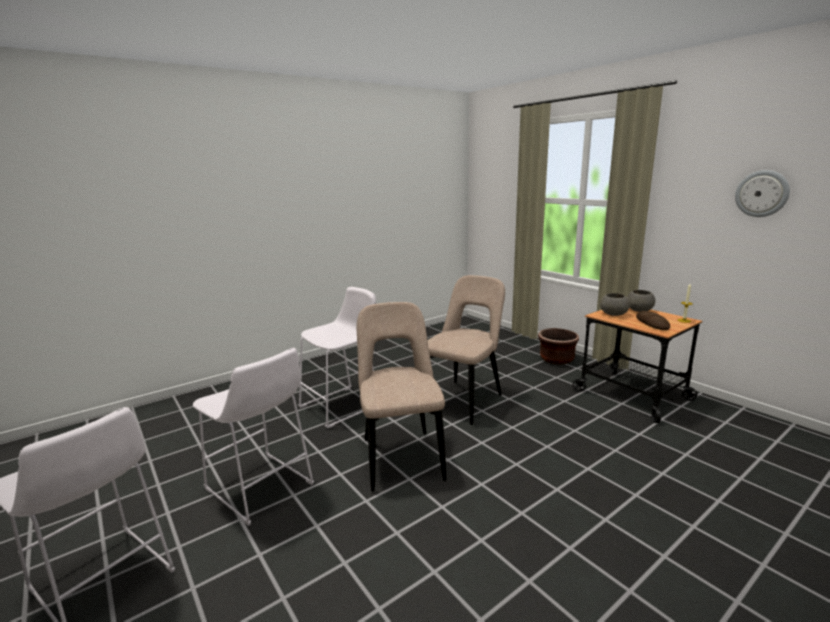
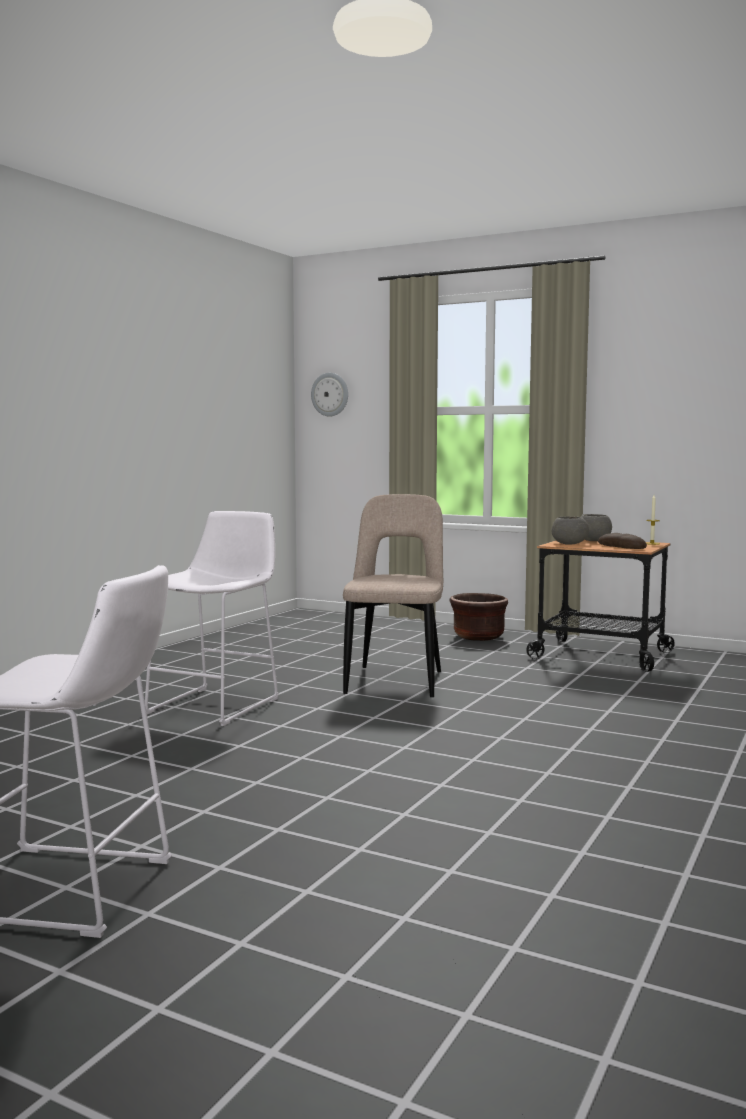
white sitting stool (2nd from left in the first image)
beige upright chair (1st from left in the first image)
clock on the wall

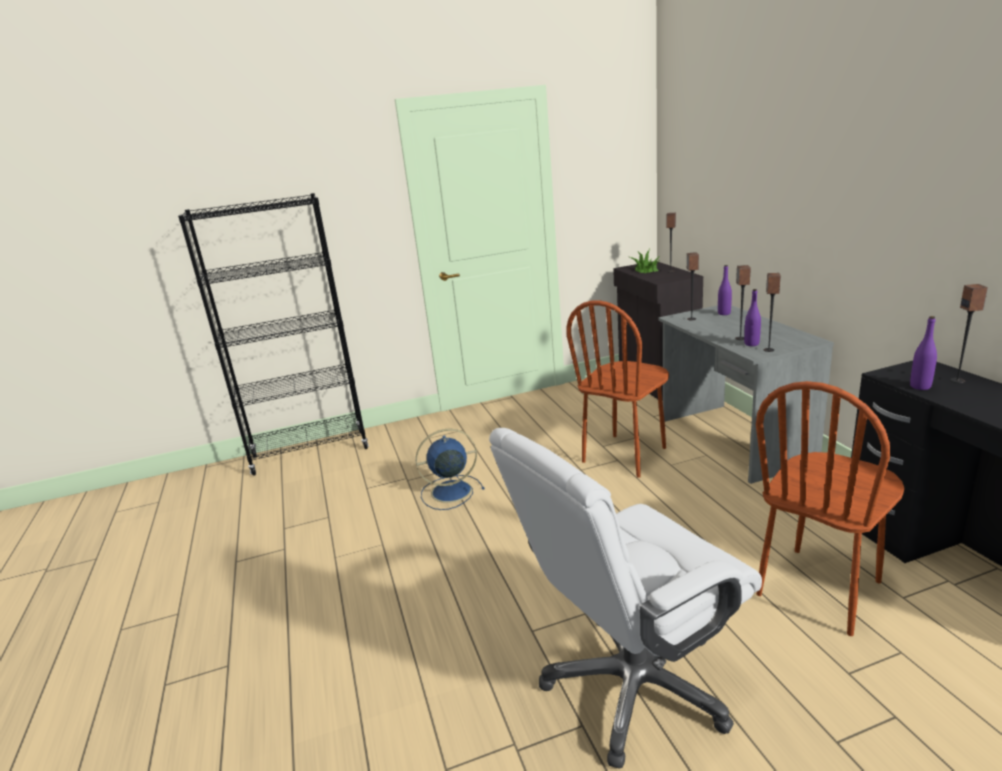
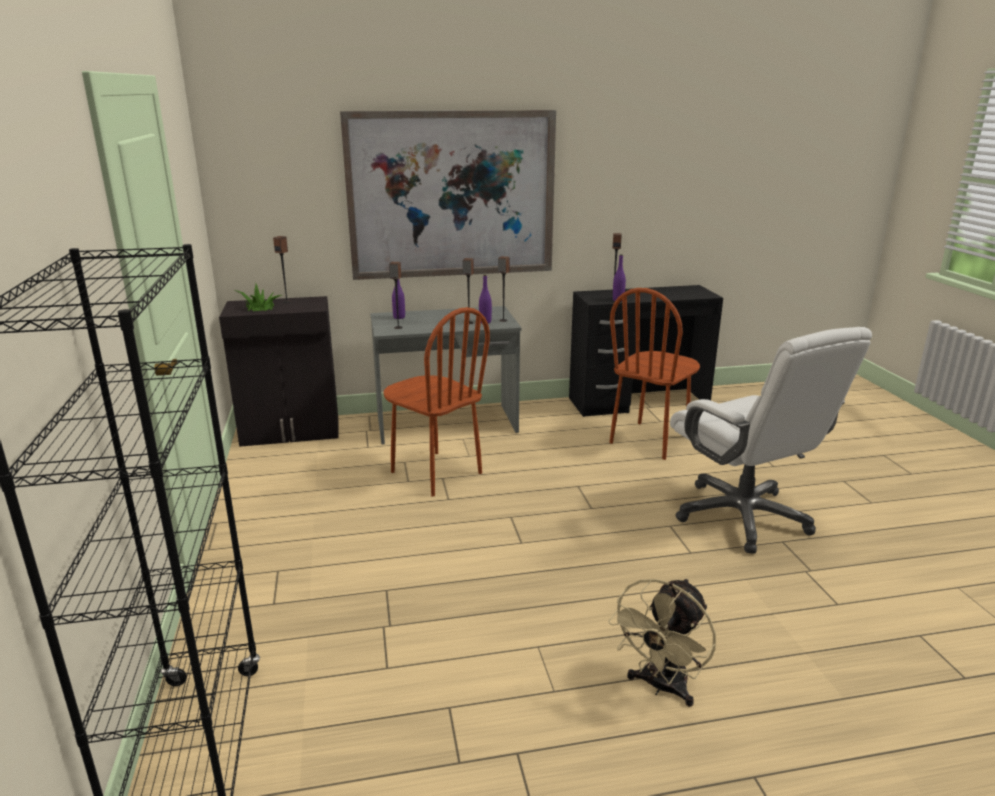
blue electric fan
wall picture
beige electric fan
brown upright chair (2nd from left)

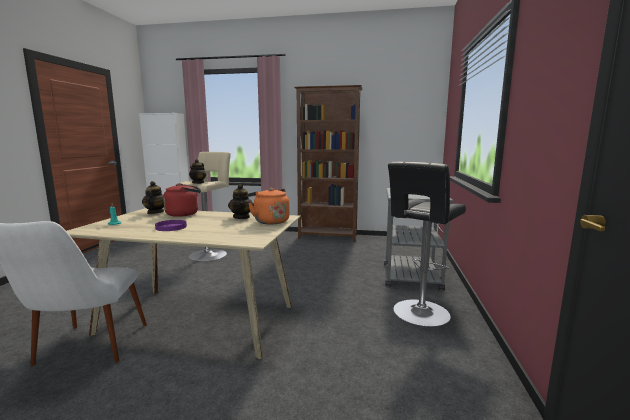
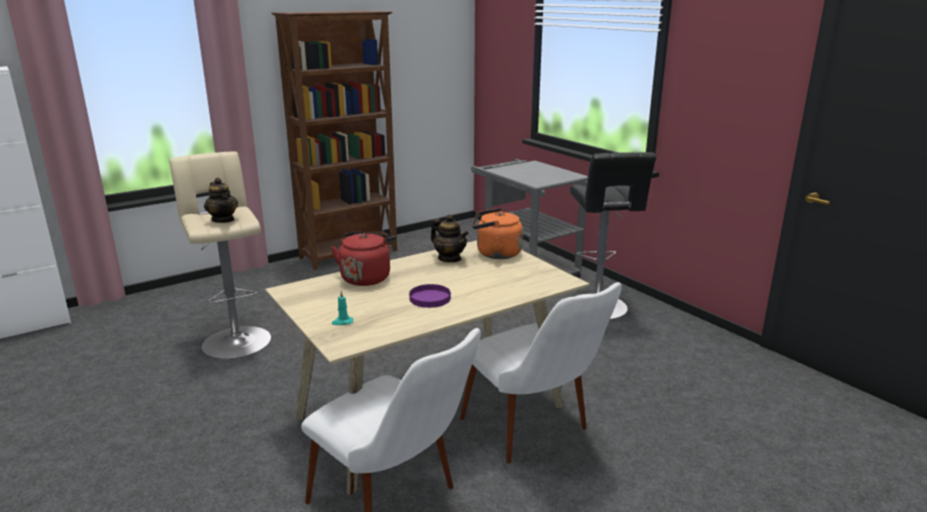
tea pot (1st from left in the first image)
white upright chair (2nd from left)

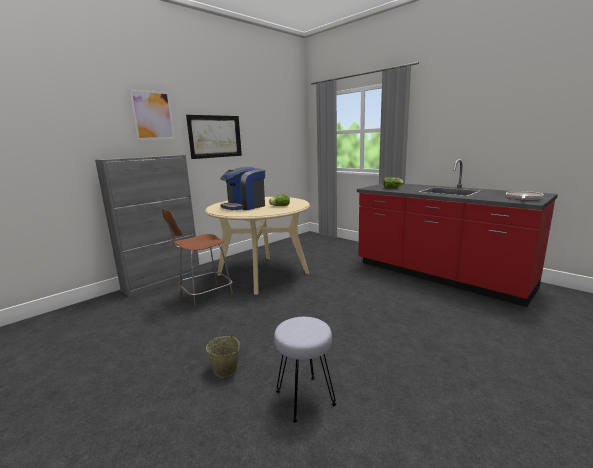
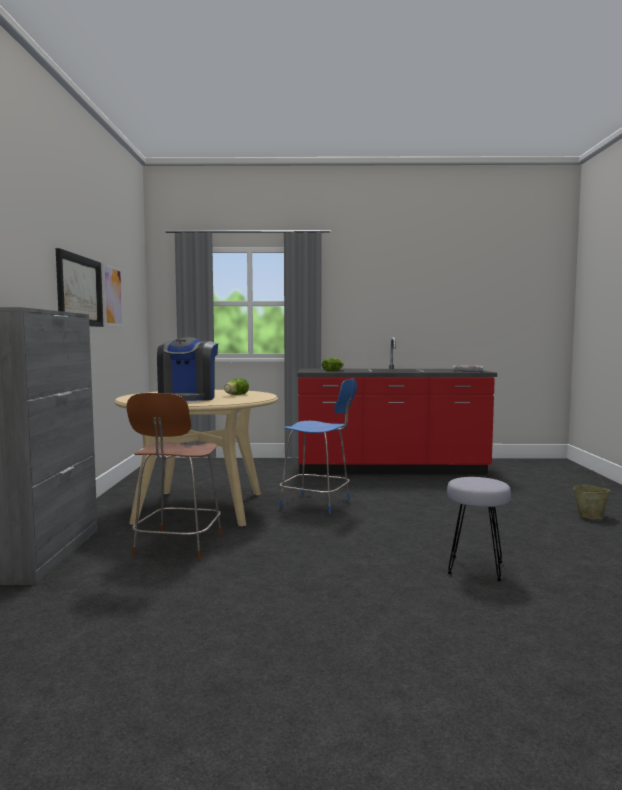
blue upright chair
wall picture (2nd from left)
beige bucket

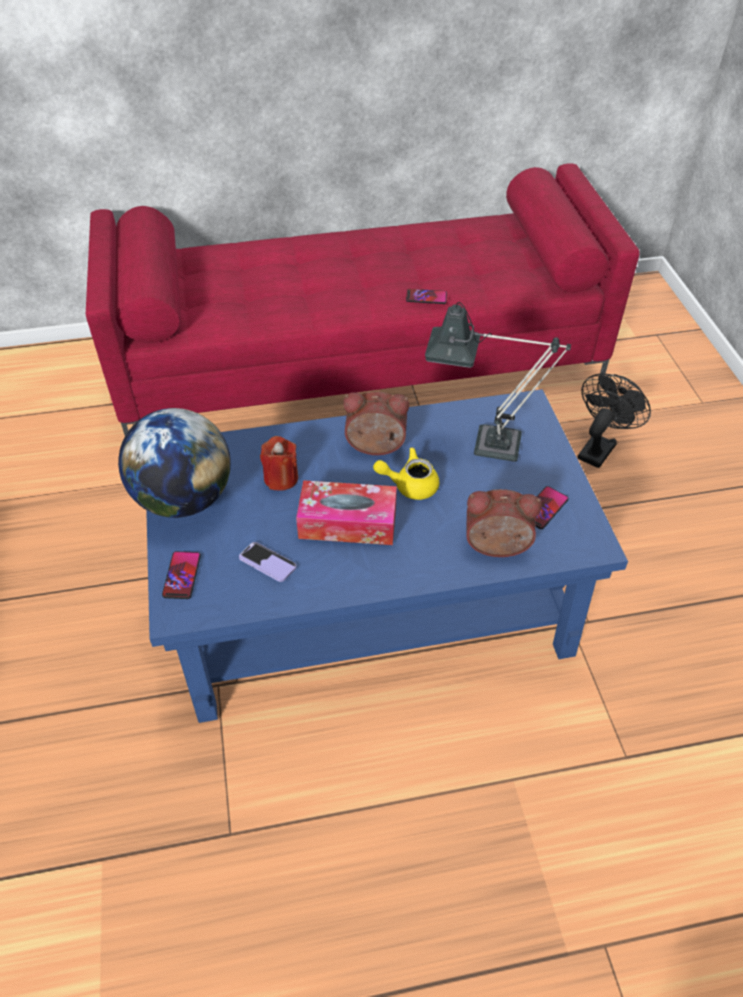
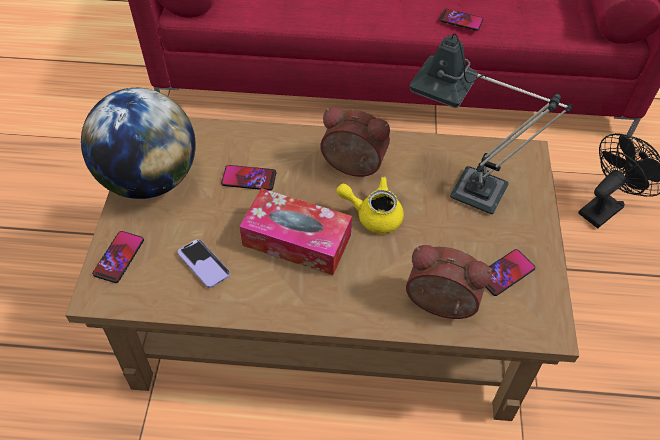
handset (3rd from left)
brown coffee table

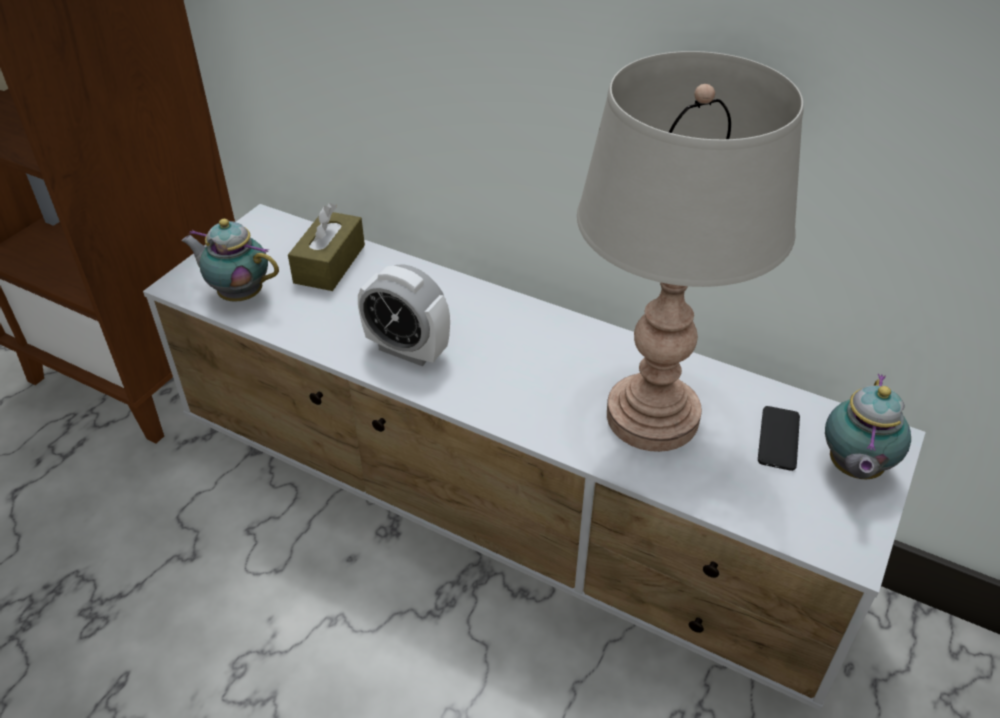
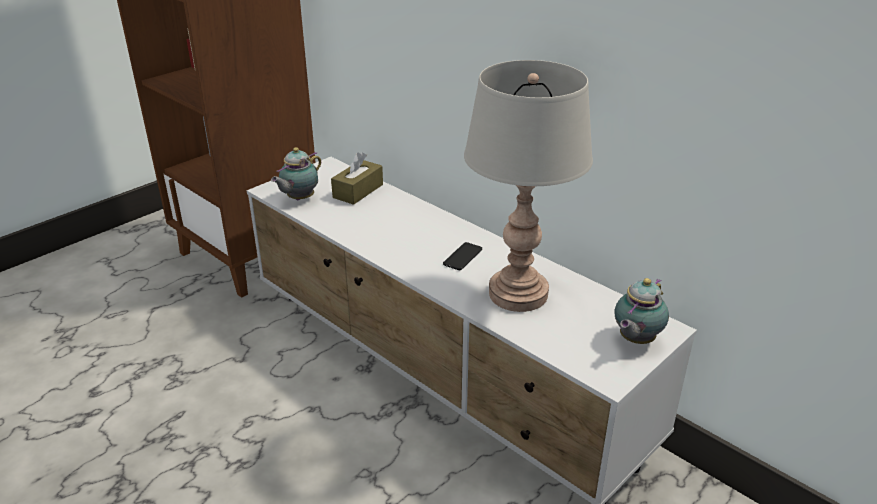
alarm clock
handset
tea pot (1st from left)

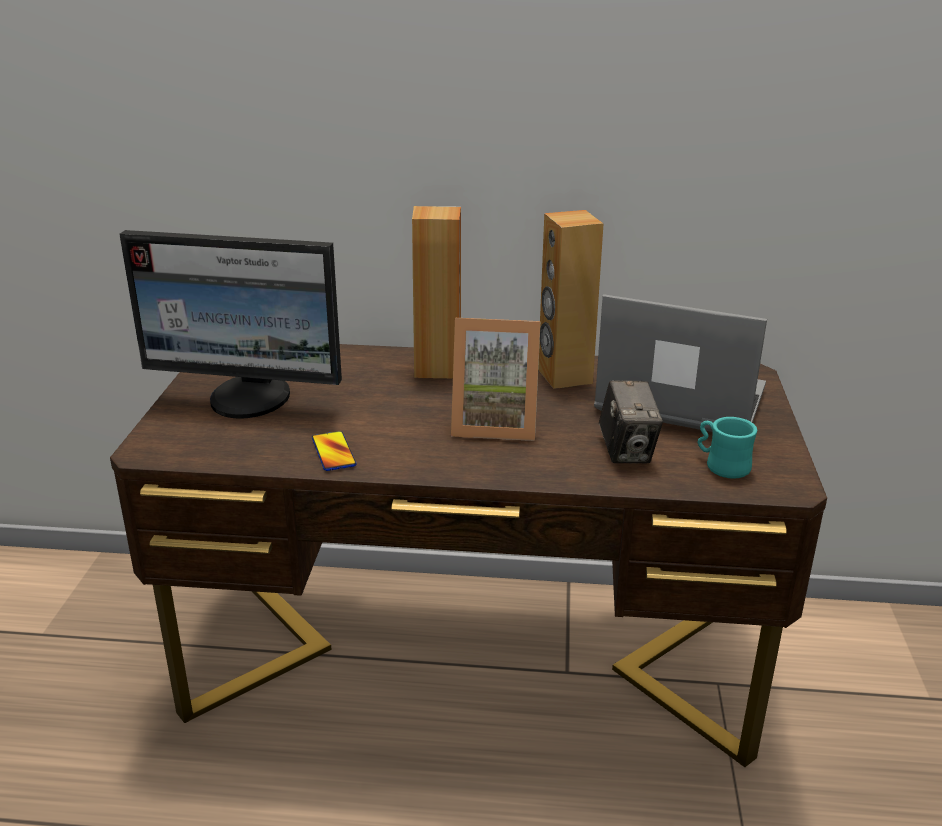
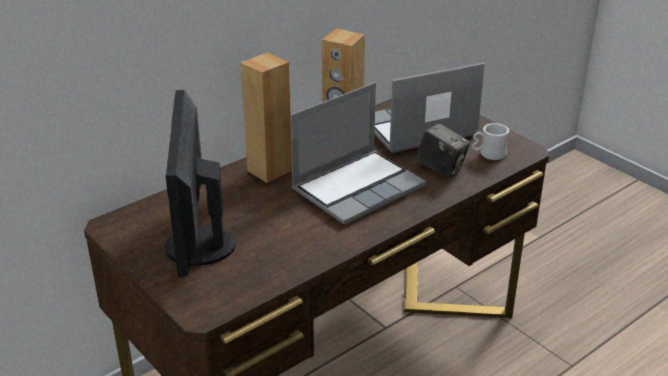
handset
laptop (1st from left)
white coffee mug
computer screen

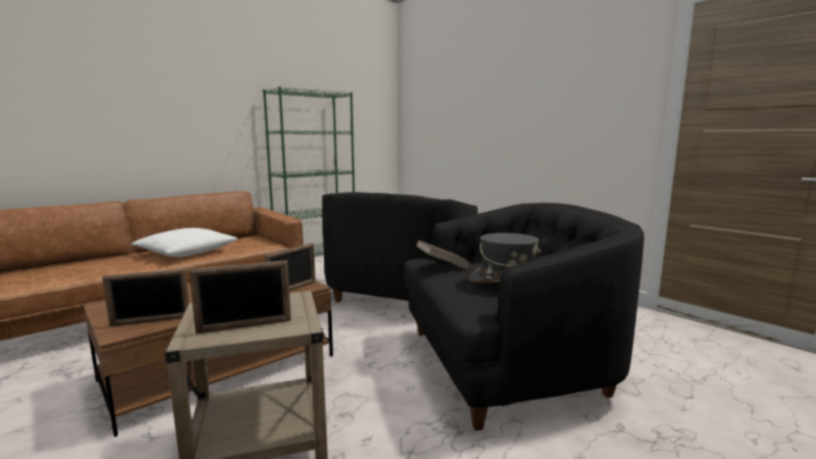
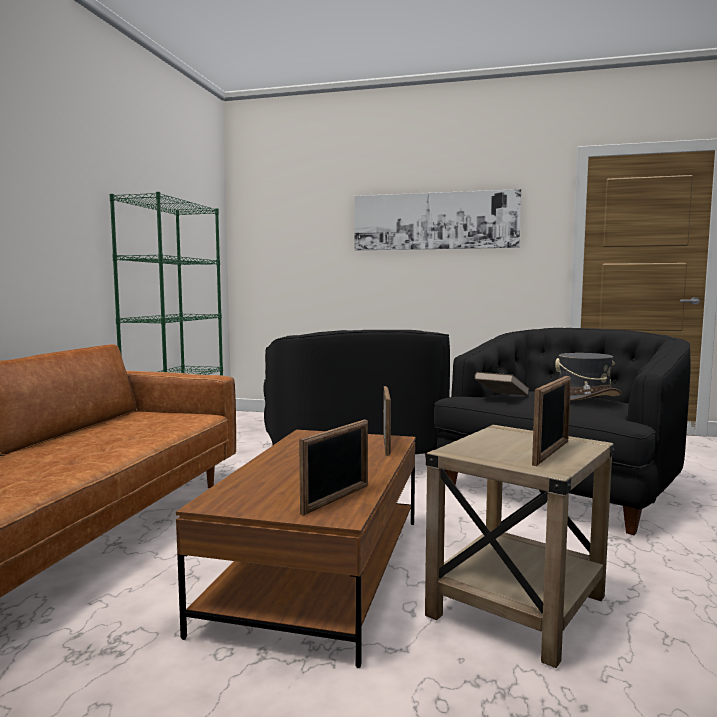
white cushion
wall picture

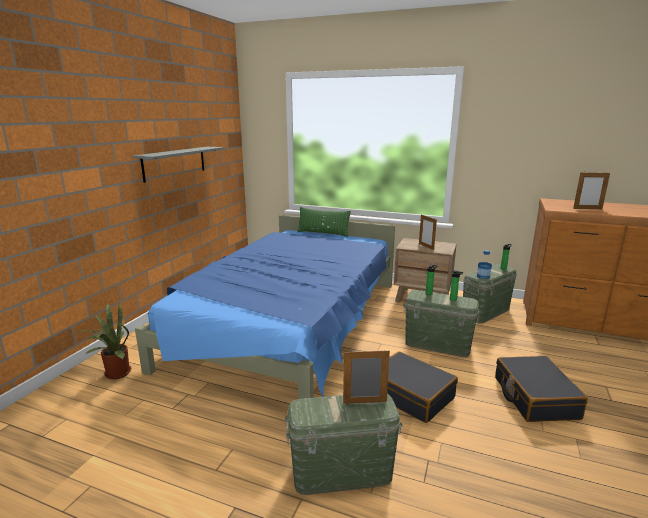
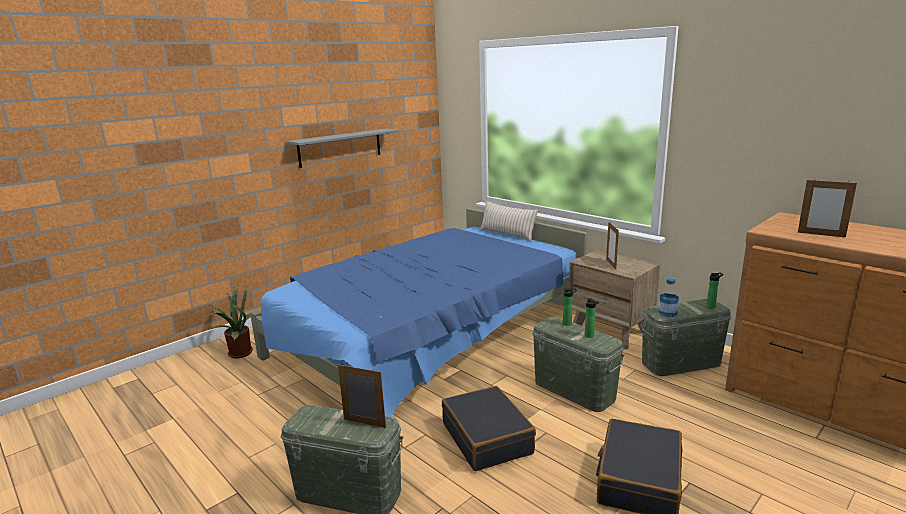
beige cushion

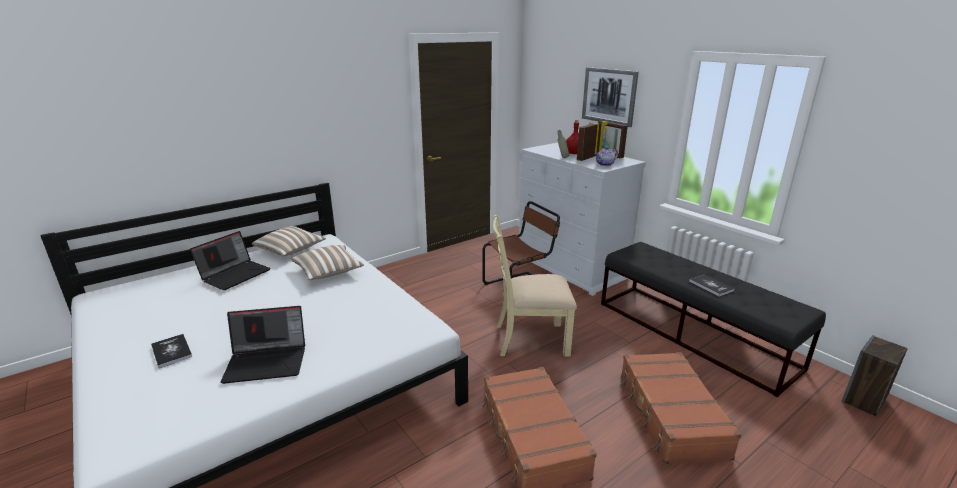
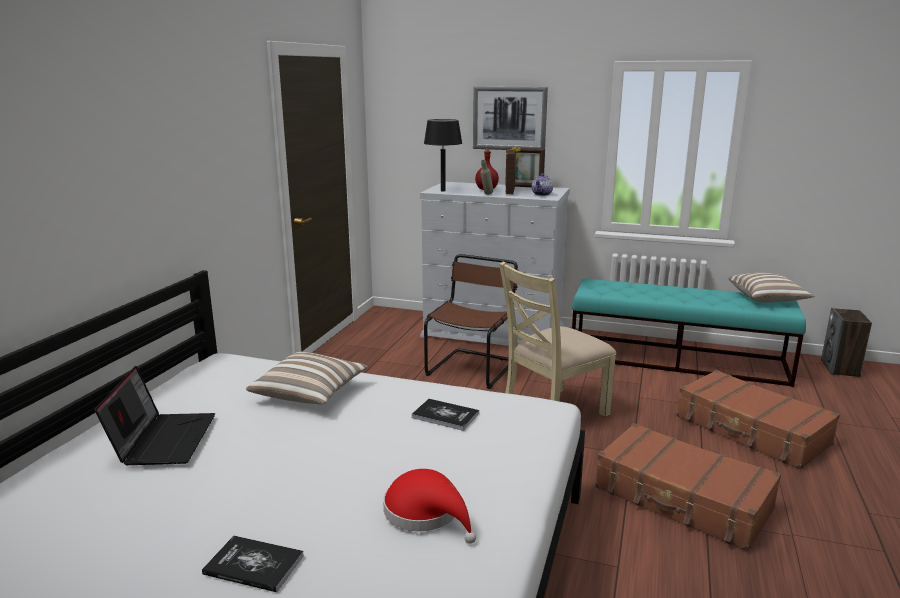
blackish lamp for a table
cushion (2nd from left)
bound book (2nd from left)
red wearable hat
blue-green bench

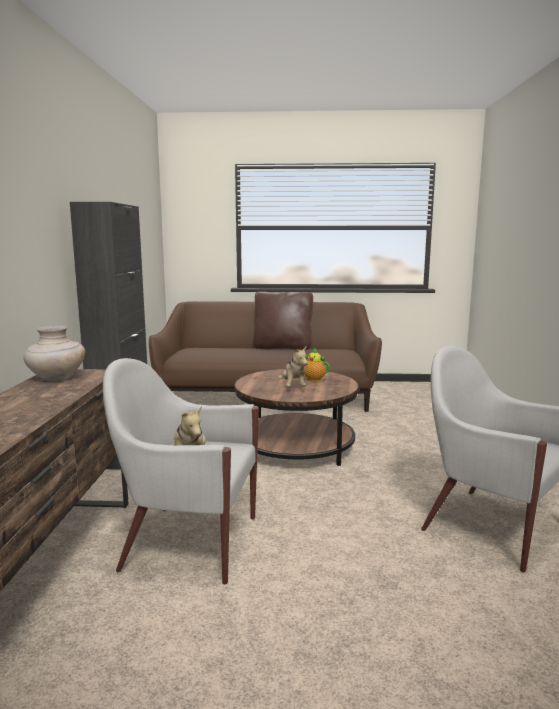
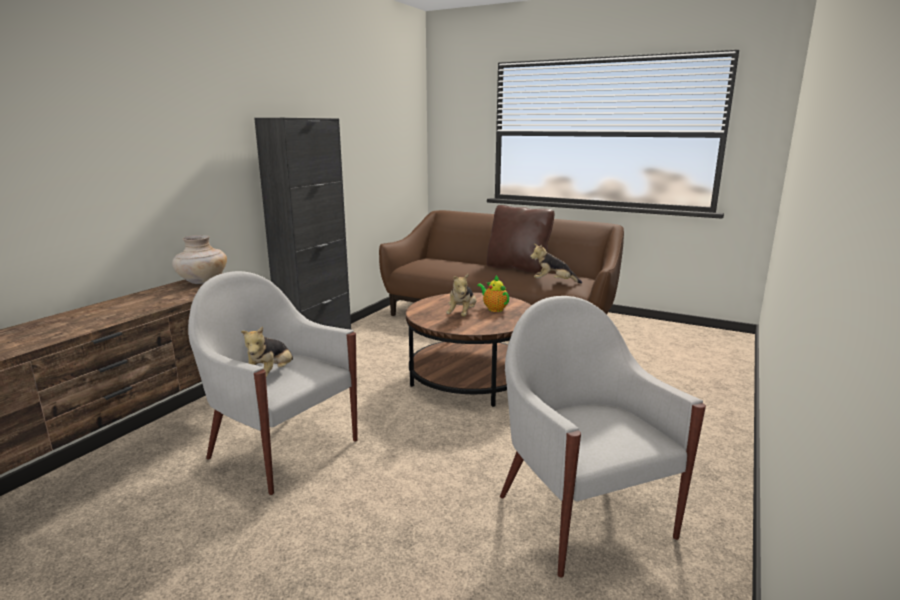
soft toy (3rd from left)

